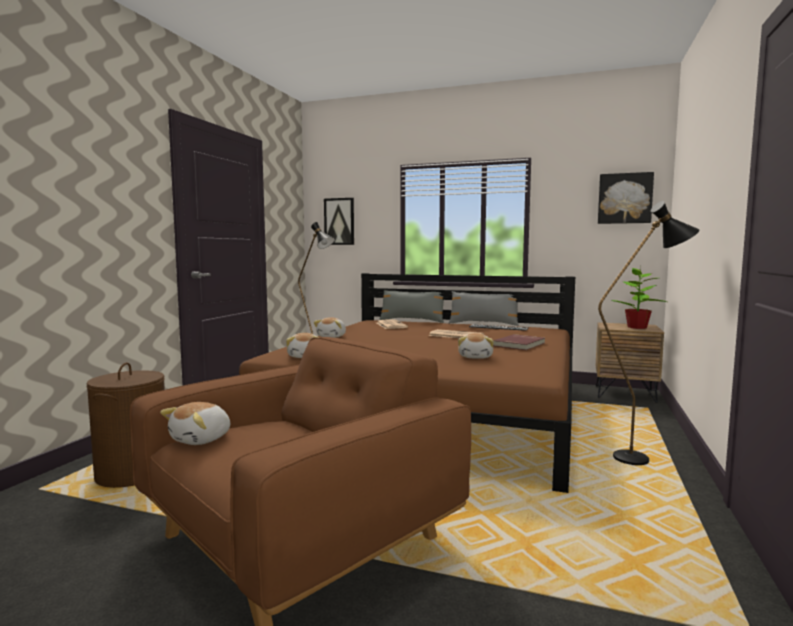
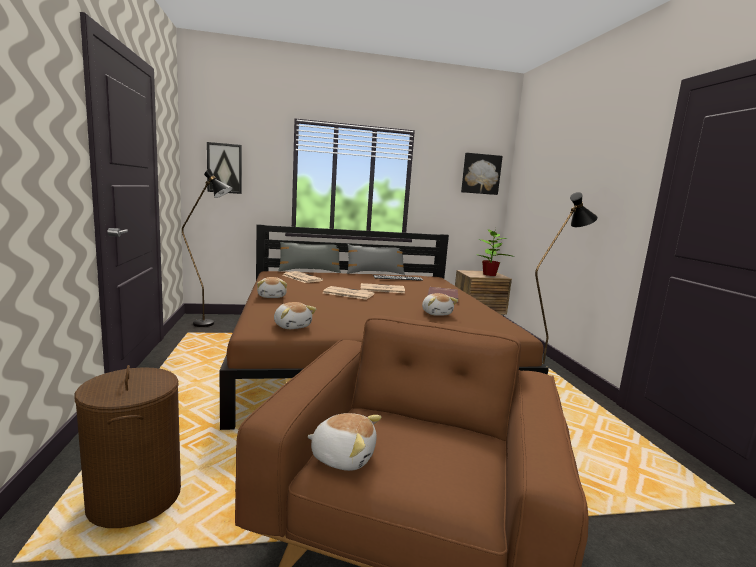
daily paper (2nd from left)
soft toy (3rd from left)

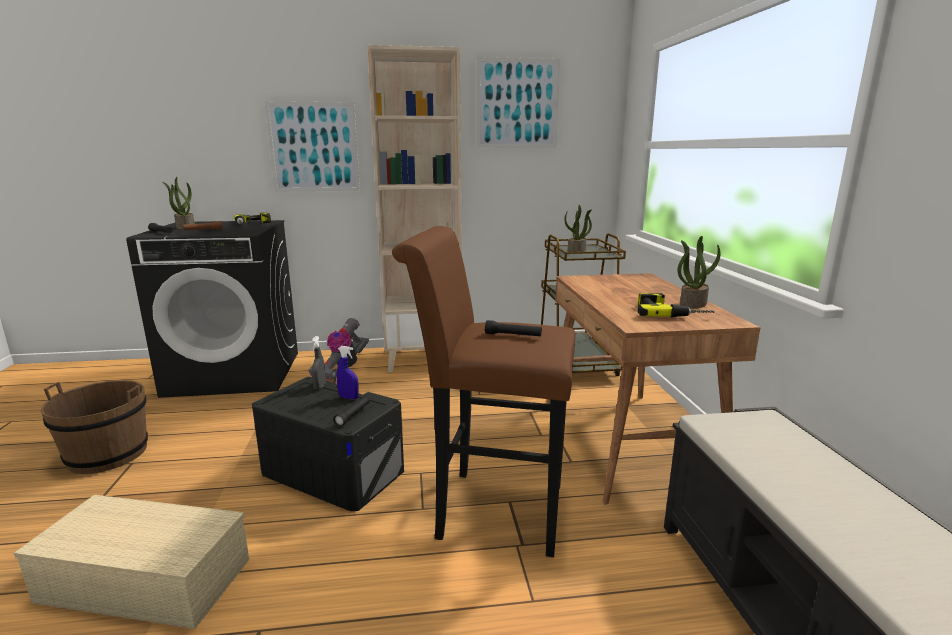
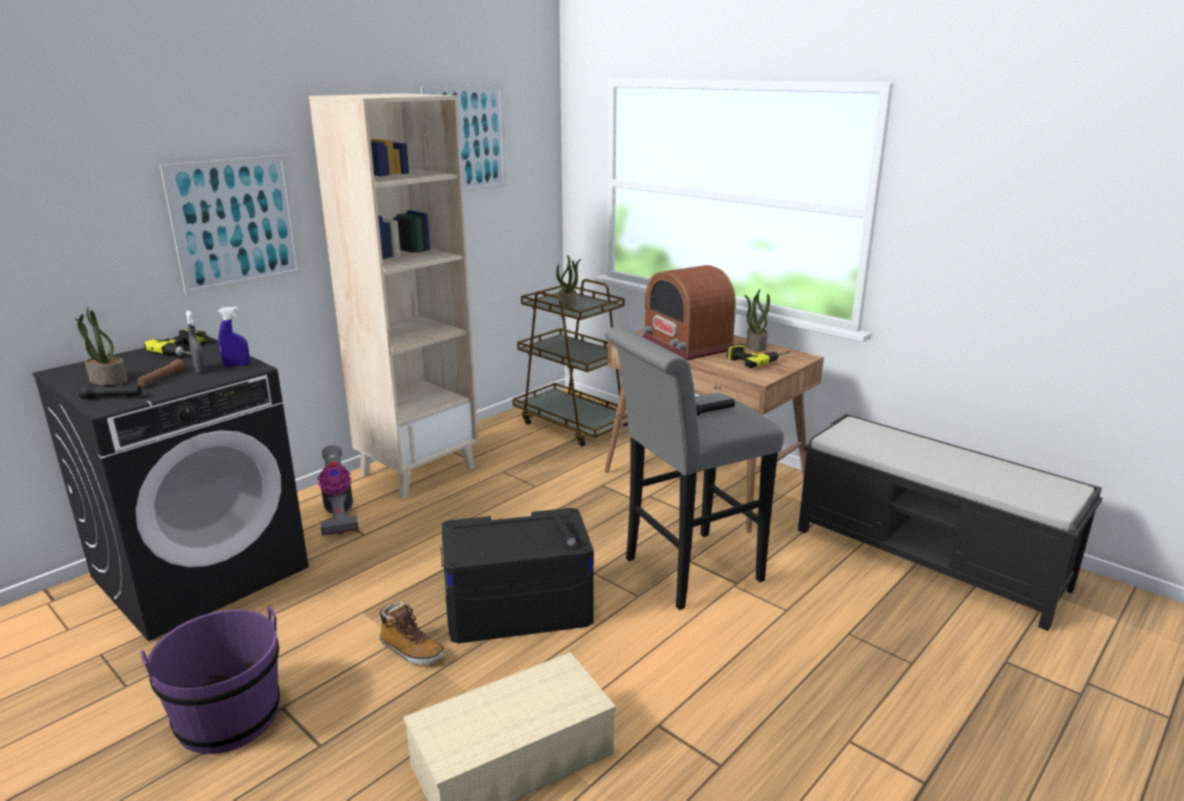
tall boot
radio set
greyish spray bottle
blue spray bottle
purplish bucket
greyish sitting stool

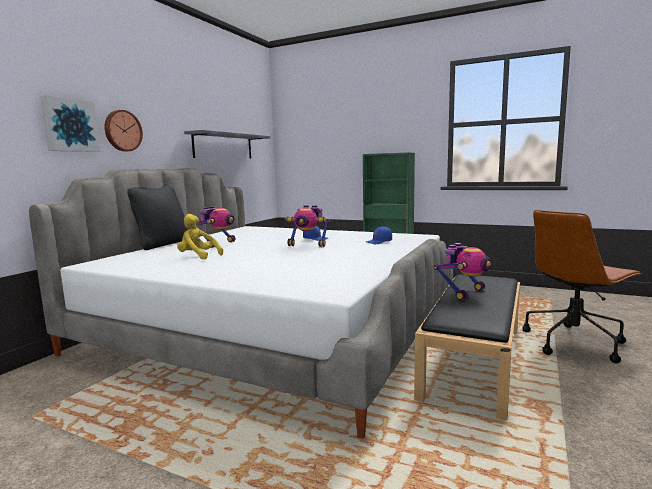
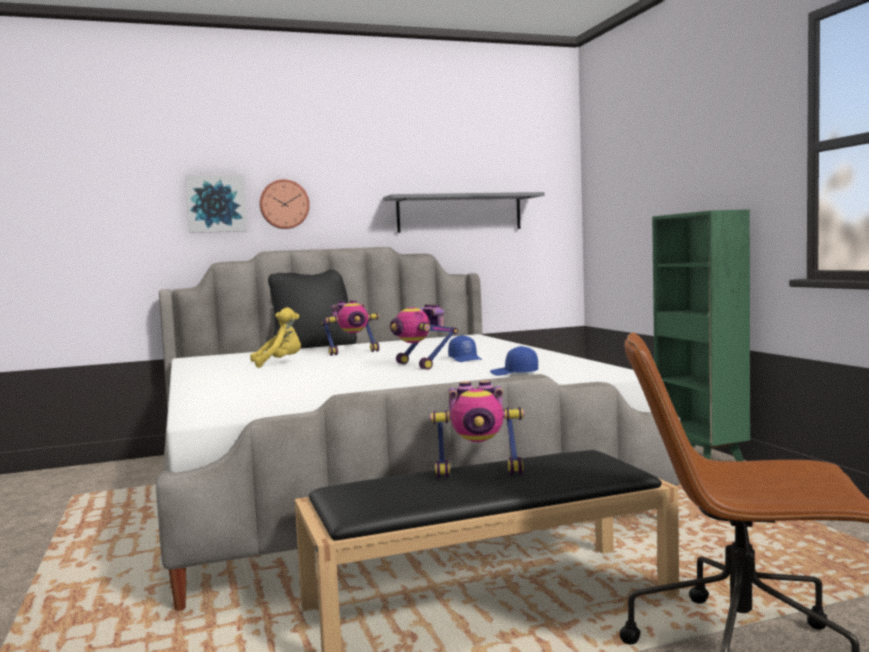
yellow-coloured soft toy

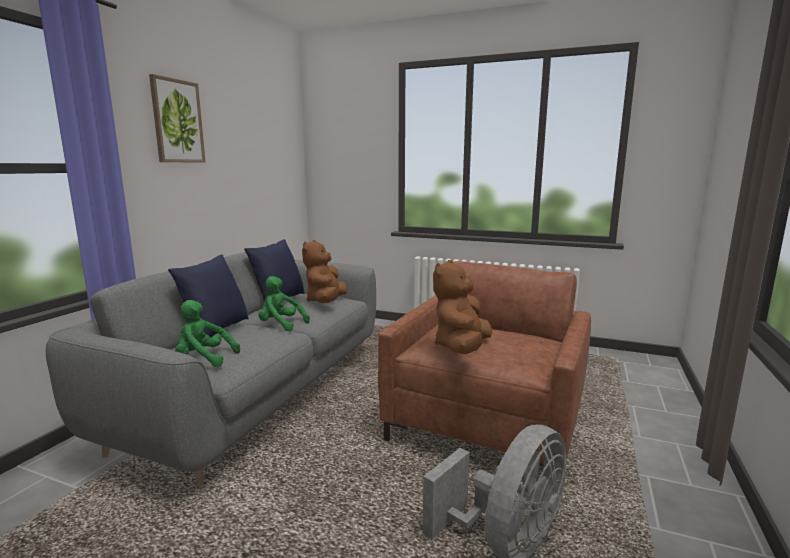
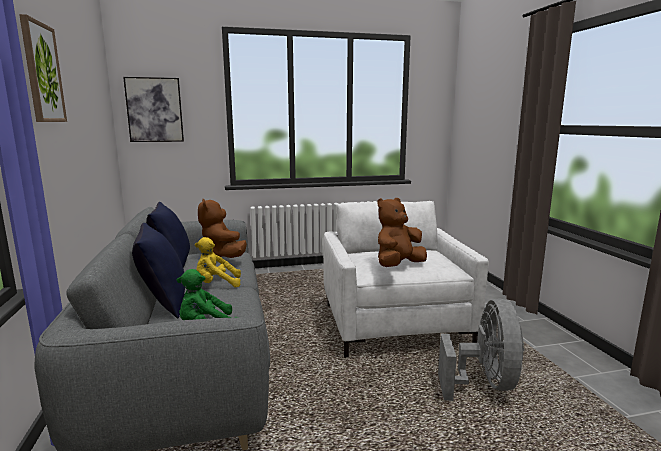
wall picture (2nd from left)
yellow-coloured soft toy
white lounge chair
brown soft toy (2nd from left)

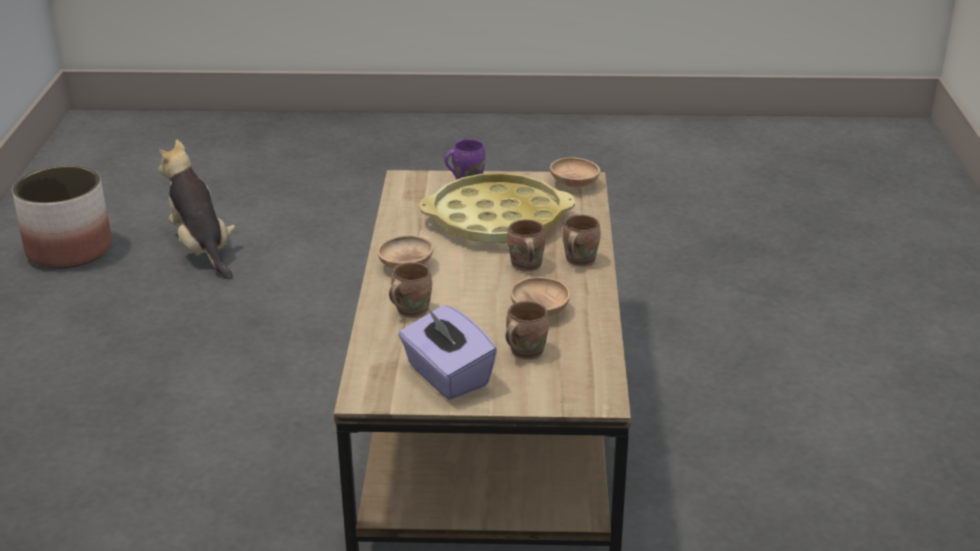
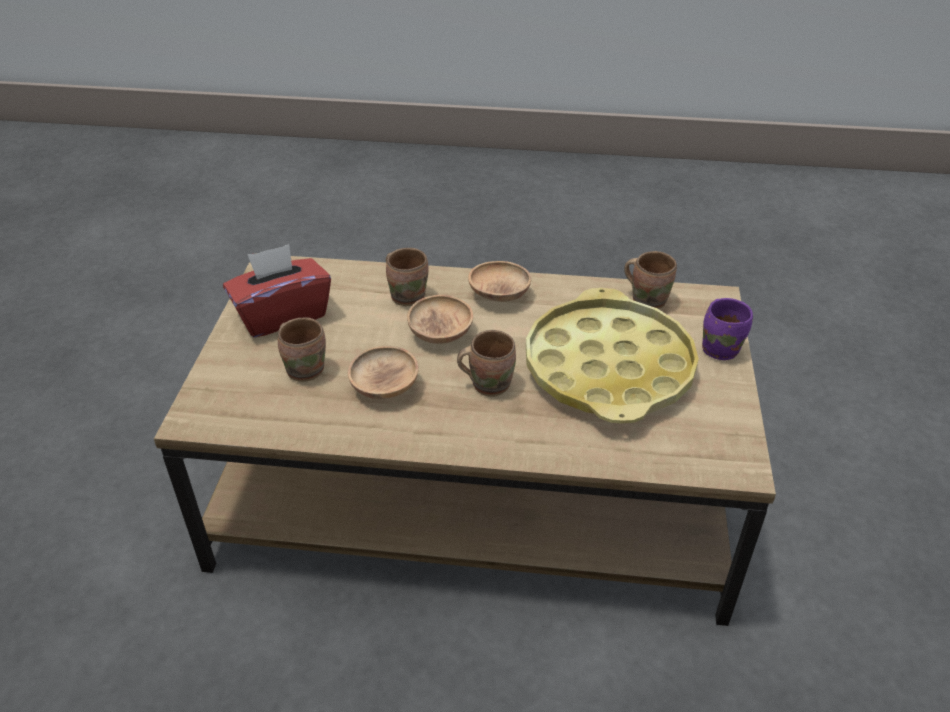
plant pot
soft toy
brown bowl (2nd from left)
brown coffee mug (4th from left)
red tissue box

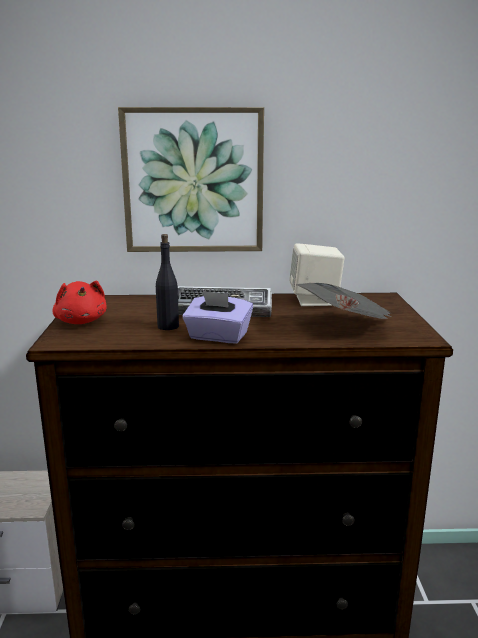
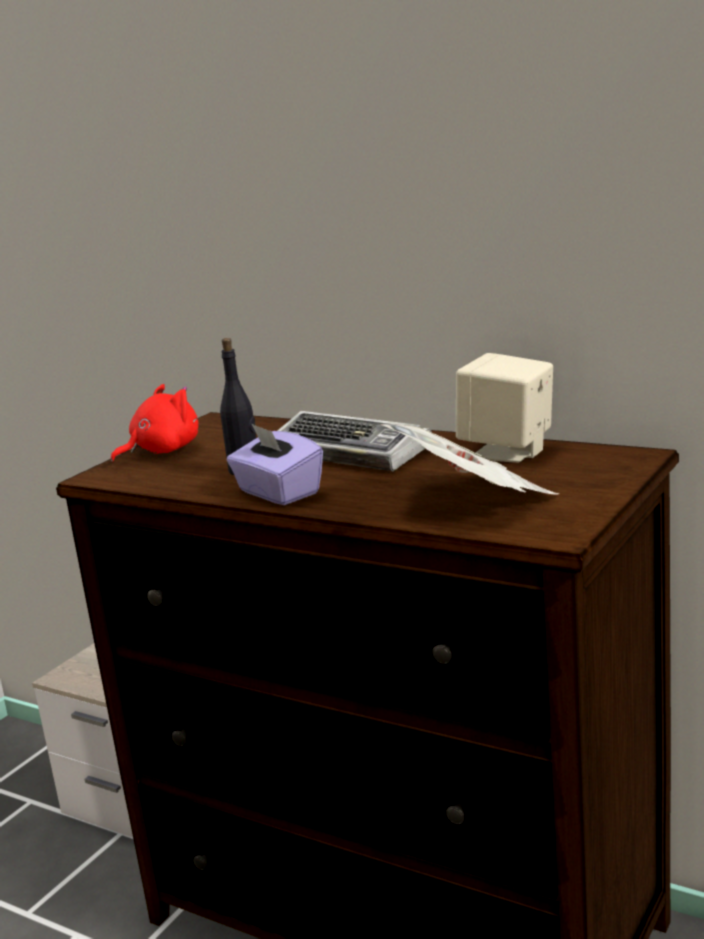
wall picture
red soft toy

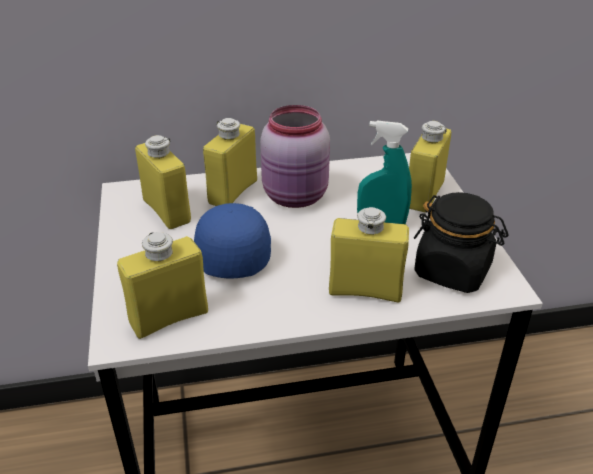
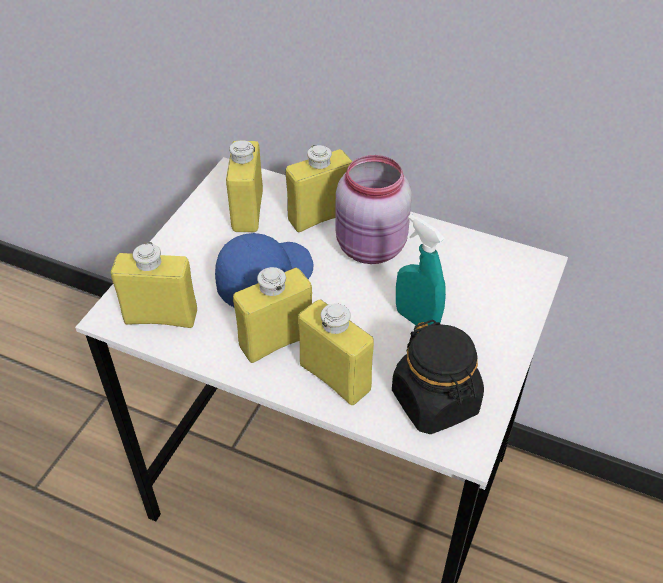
yellow-coloured bottle (3rd from left)

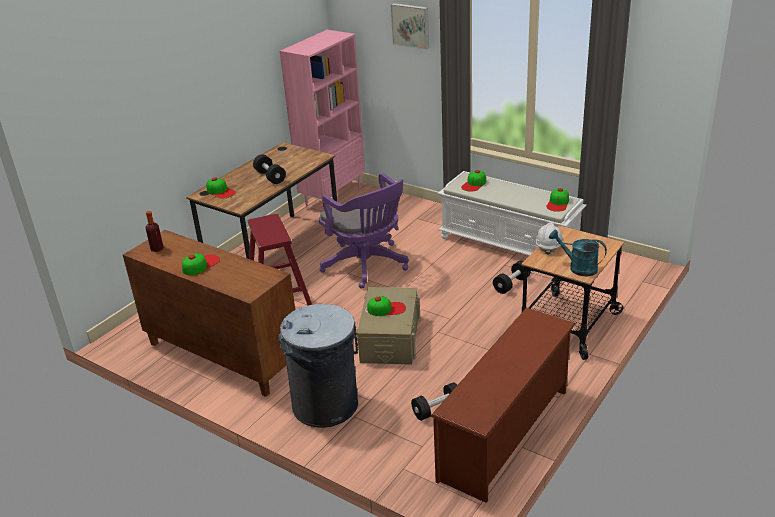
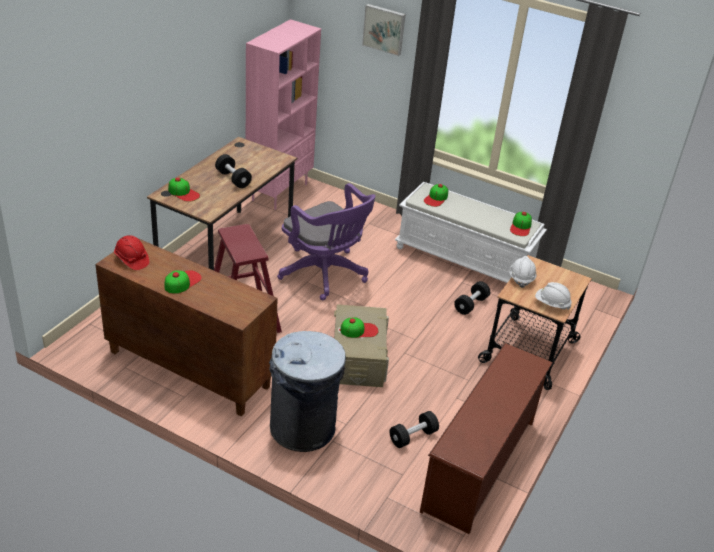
red work helmet
white work helmet (2nd from left)

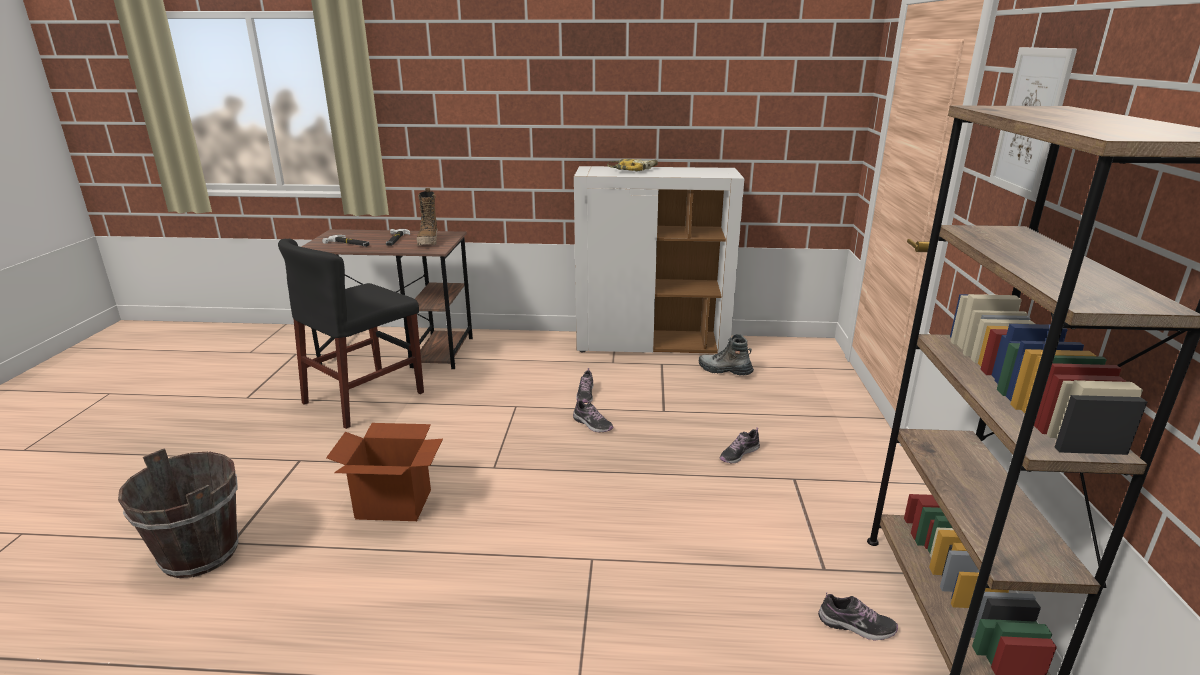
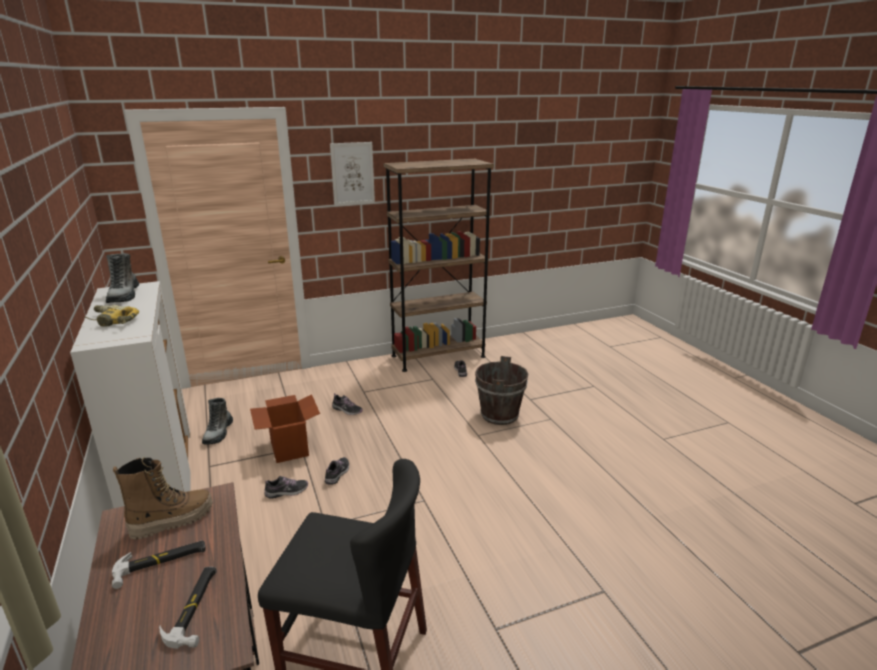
tall boot (1st from left)
brown bucket
packing box

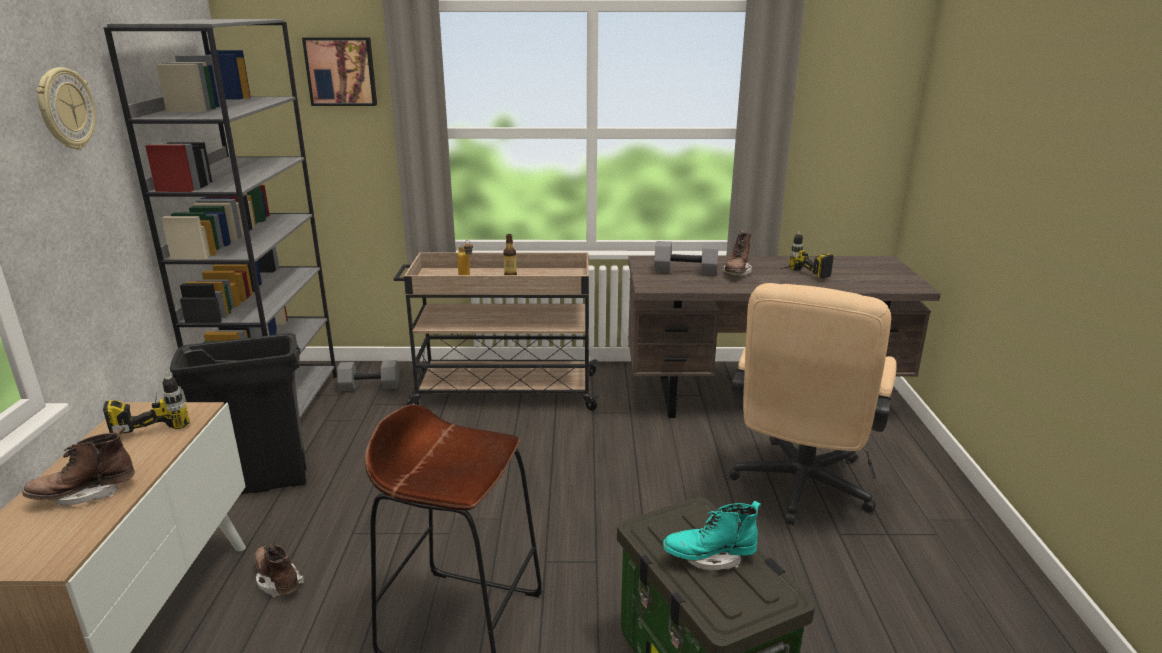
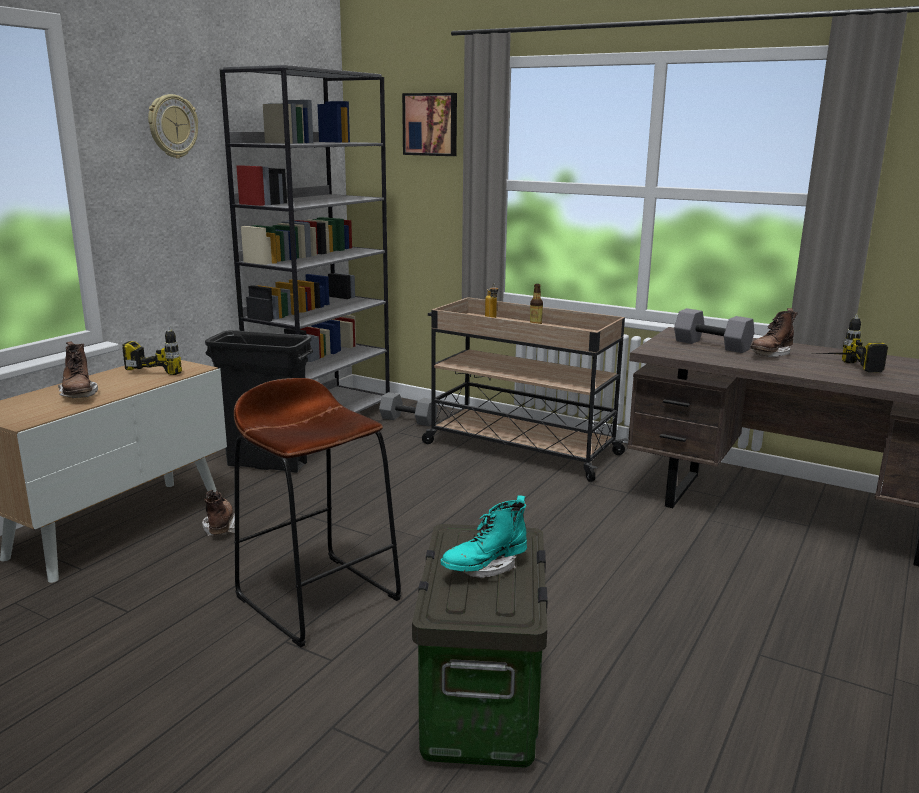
beige desk chair
brown tall boot (1st from left)
blue-green tall boot

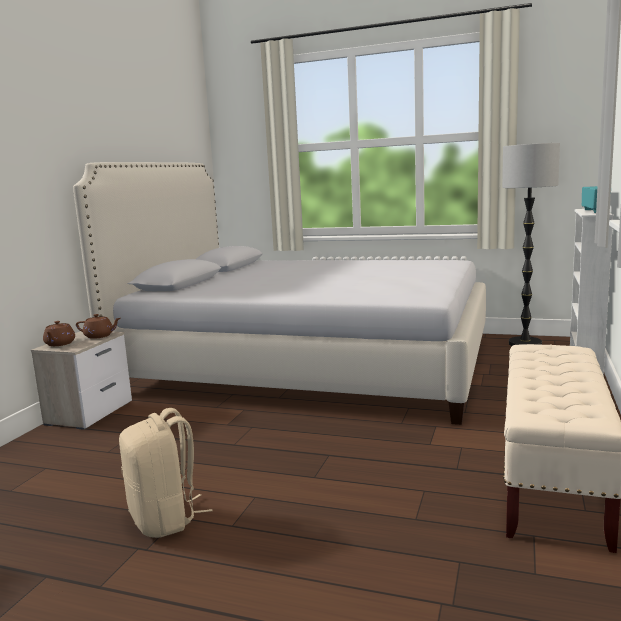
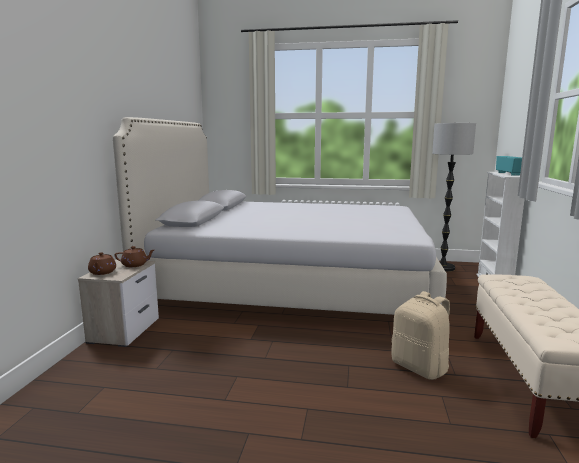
beige backpack

